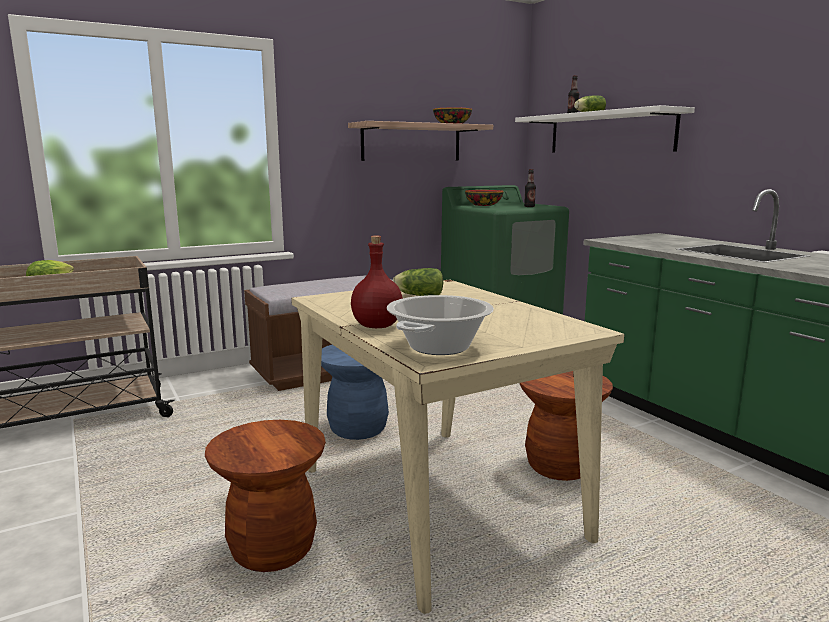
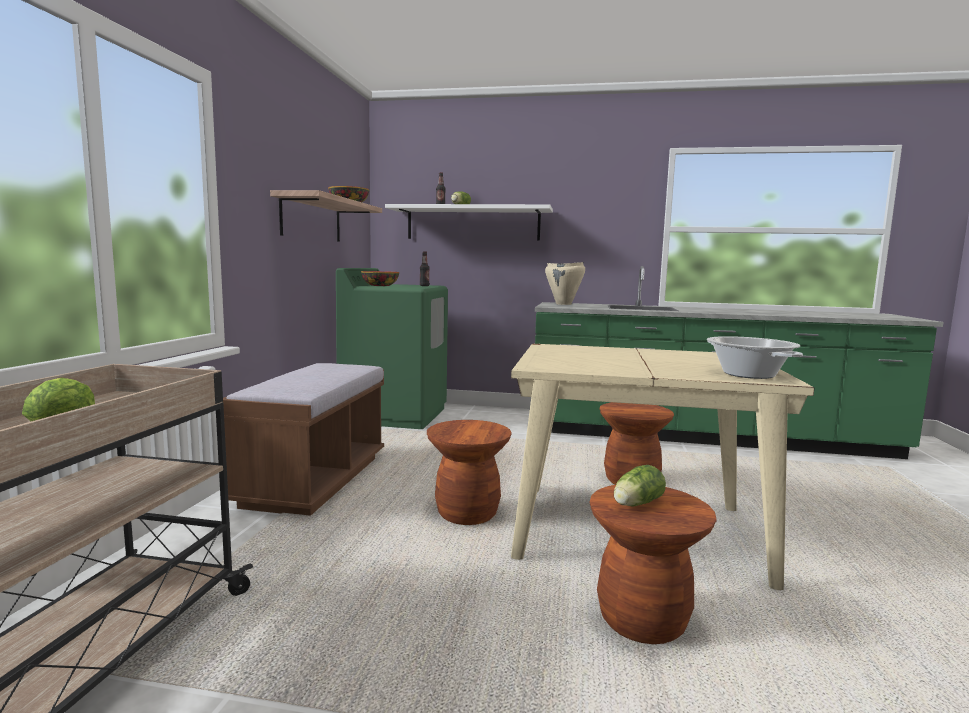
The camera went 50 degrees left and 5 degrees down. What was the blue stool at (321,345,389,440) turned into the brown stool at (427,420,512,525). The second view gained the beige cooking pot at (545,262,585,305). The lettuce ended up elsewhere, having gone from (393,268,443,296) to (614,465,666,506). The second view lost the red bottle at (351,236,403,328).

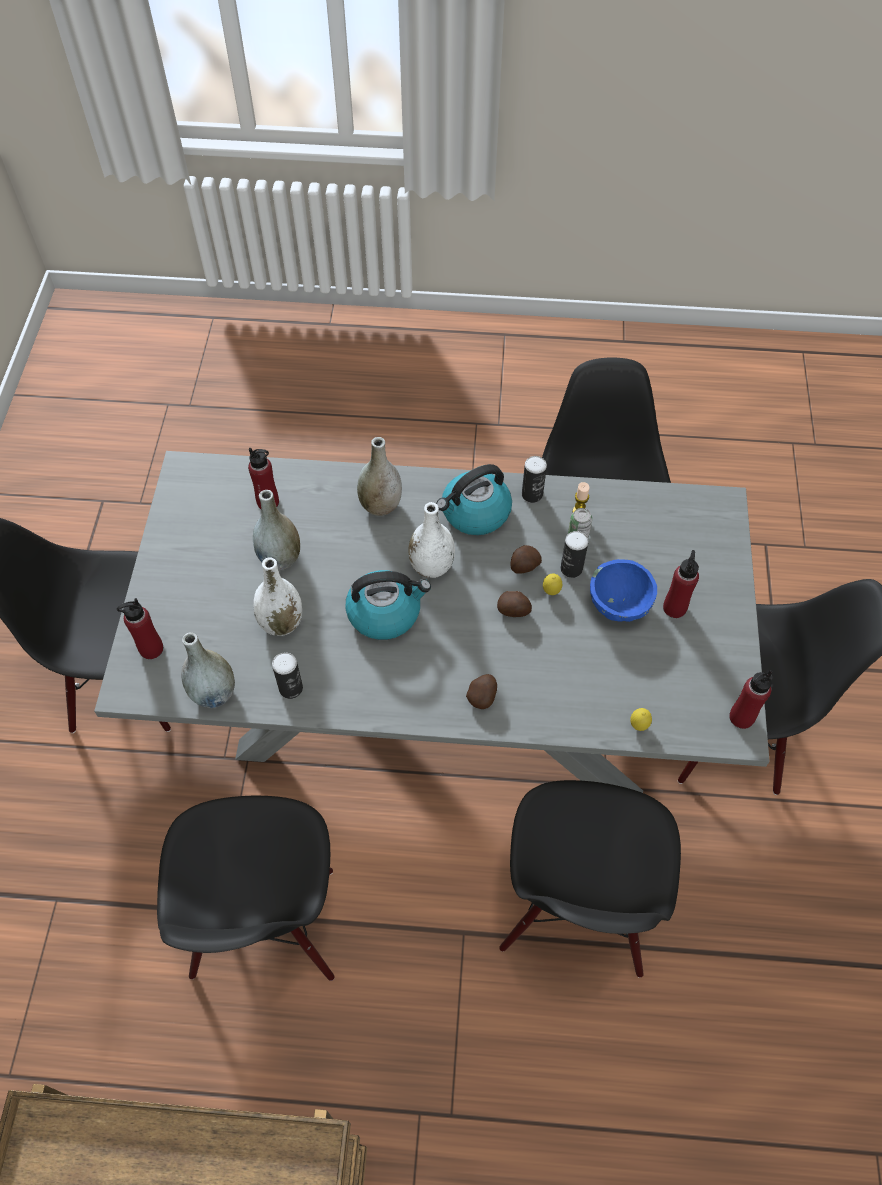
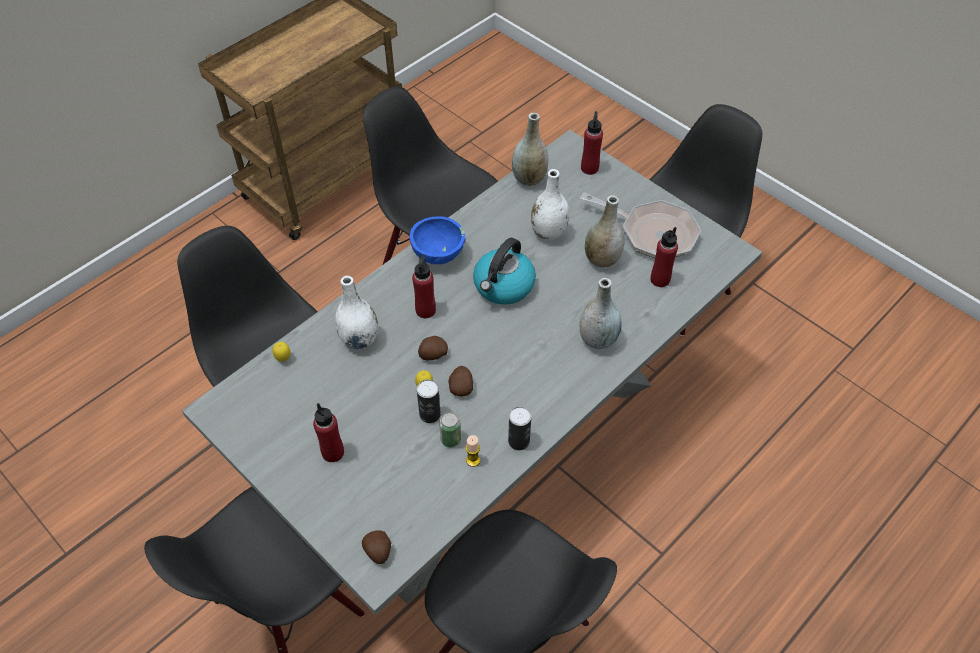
The camera went 130 degrees right and 5 degrees down. The white vase ended up elsewhere, having gone from (408,502,455,578) to (335,276,378,350). The potato ended up elsewhere, having gone from (466,674,497,709) to (362,531,391,564). The blue bowl ended up elsewhere, having gone from (590,559,657,622) to (410,216,465,264). The red bottle ended up elsewhere, having gone from (729,670,773,729) to (412,254,436,318). The second view gained the frying pan at (580,192,701,258). The second view lost the can at (272,652,303,699). The second view lost the kettle at (436,464,512,535).

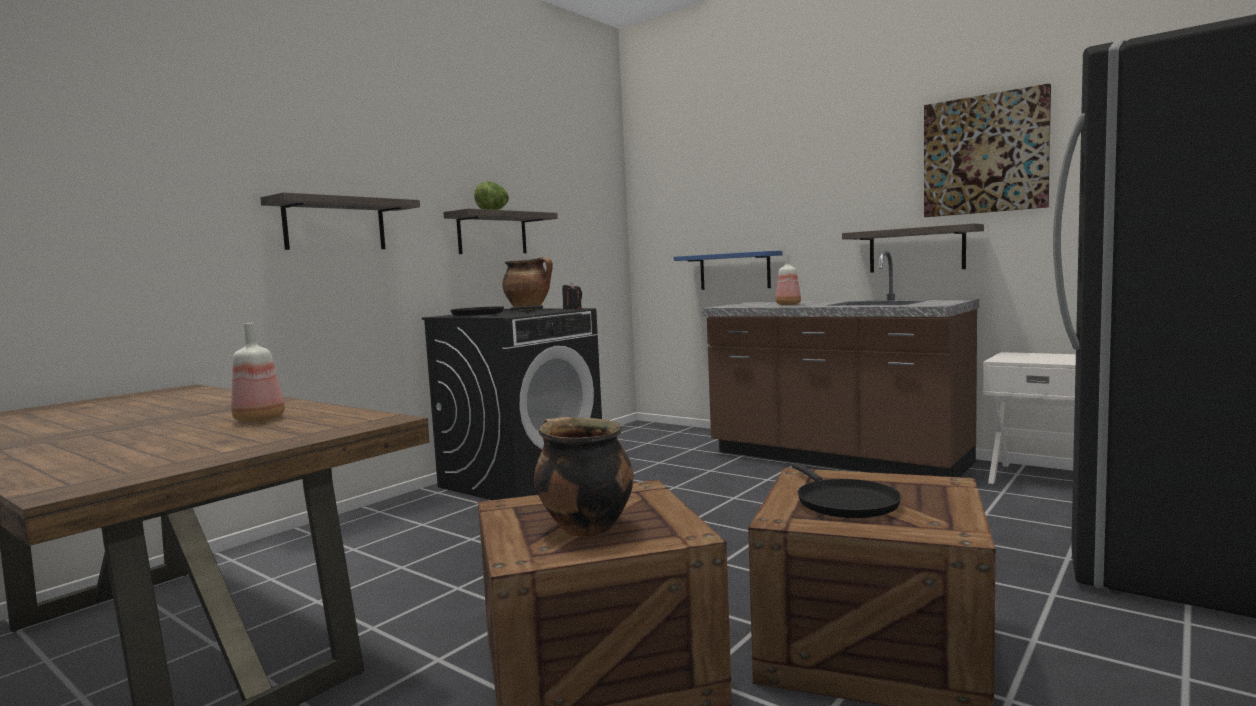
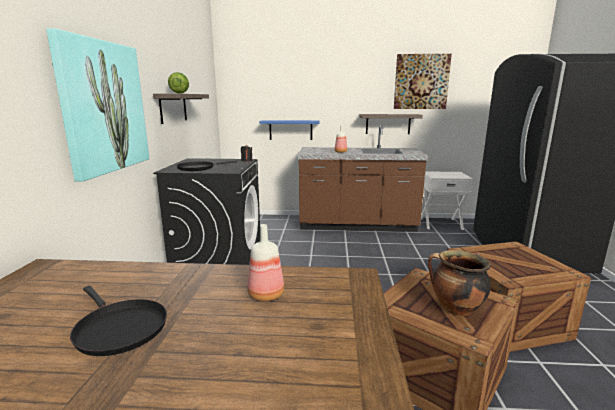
The camera went 35 degrees left and 10 degrees up. Where the shelf hung at (260,192,420,250), the picture came to hang at (46,28,149,182). The black frying pan ended up elsewhere, having gone from (792,463,901,518) to (70,286,167,356). The second view lost the cooking pot at (502,257,553,310).

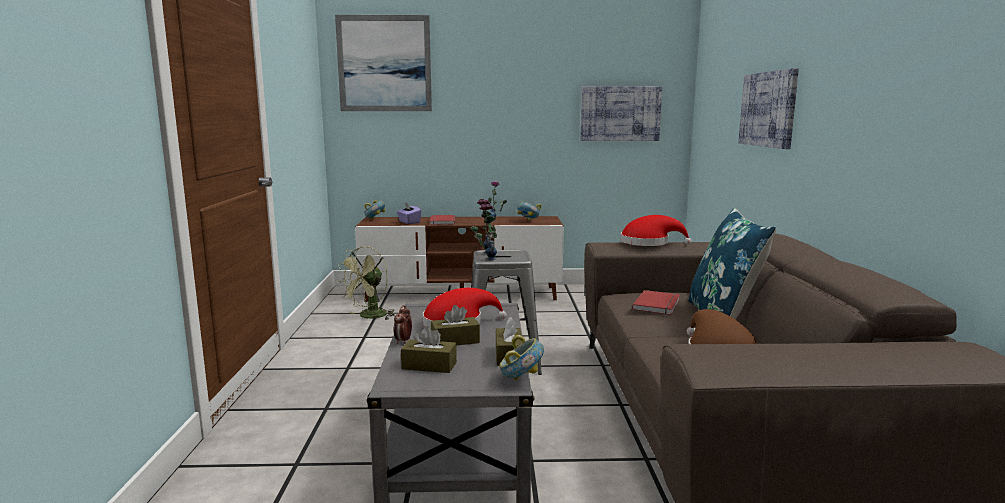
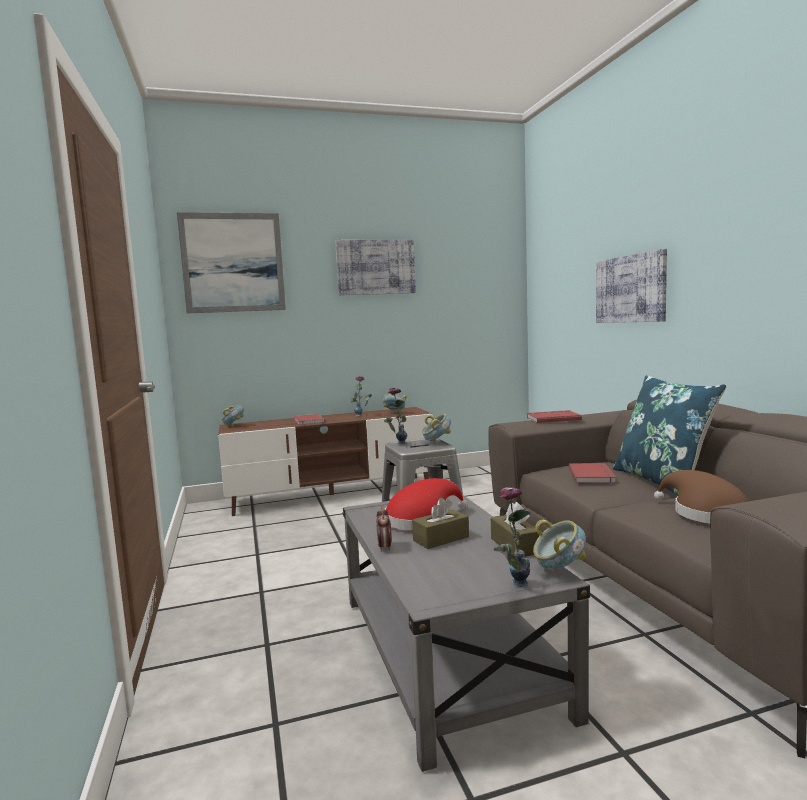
The camera went 15 degrees left and 5 degrees down. The picture ended up elsewhere, having gone from (580,86,662,141) to (335,240,416,295). The second view gained the bowl at (422,414,451,443). The vase ended up elsewhere, having gone from (474,204,497,260) to (494,487,531,587). Where the red hat stood at (620,215,692,246), the red book came to stand at (526,410,582,423). The second view lost the green fan at (337,246,395,320). The second view lost the purple tissue box at (397,202,422,224). The second view lost the brown tissue box at (401,326,457,373).

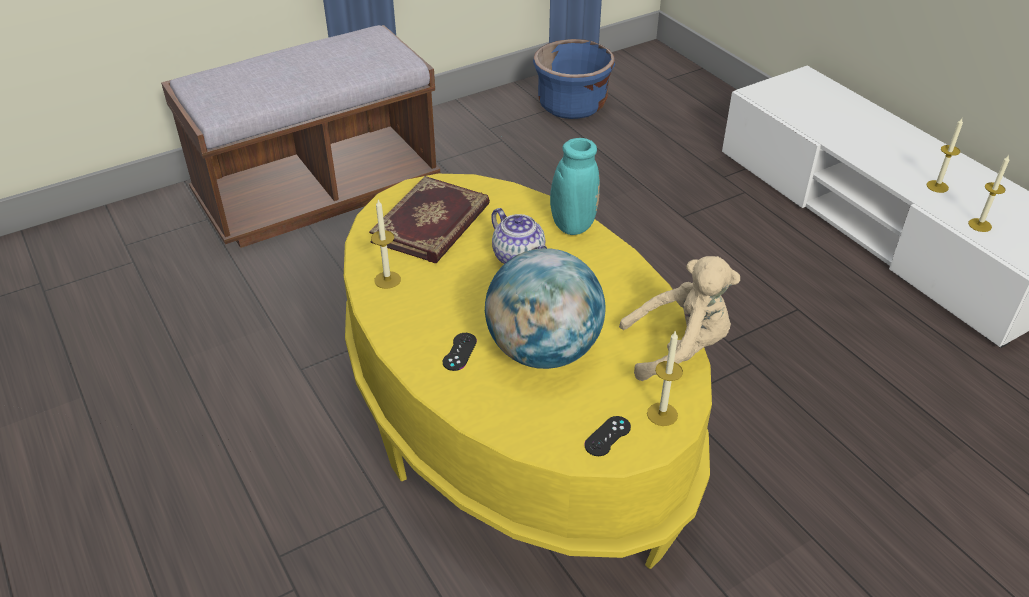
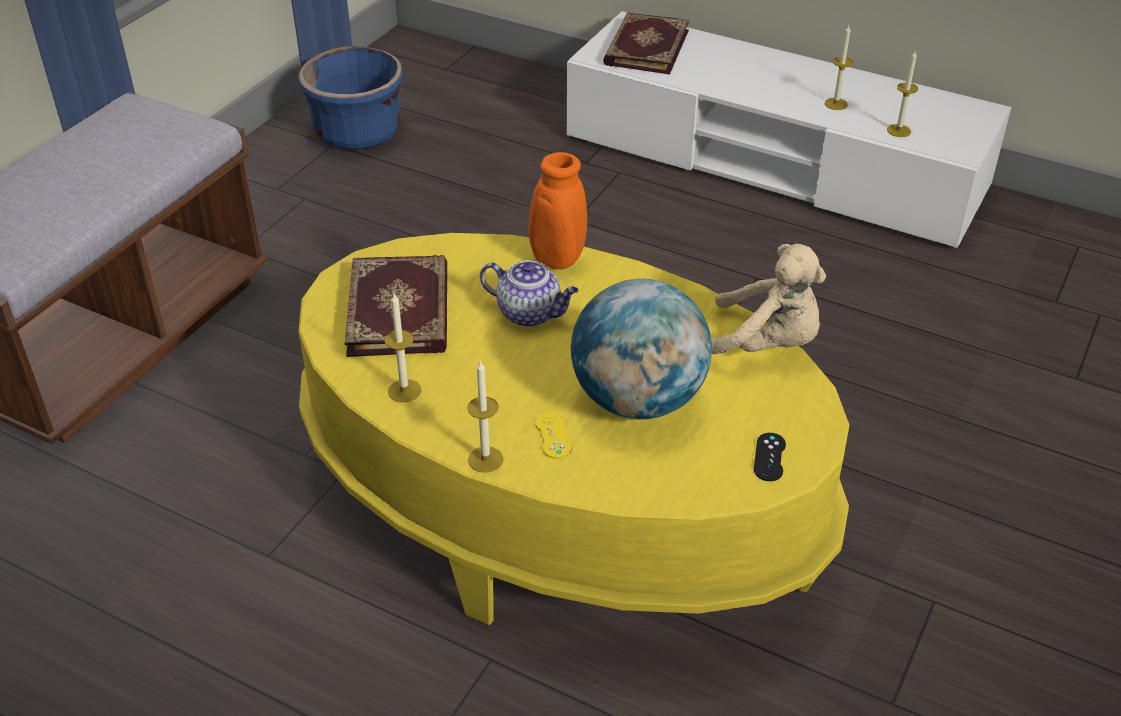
The camera went 30 degrees left and 0 degrees up. The candle ended up elsewhere, having gone from (647,330,683,426) to (467,360,504,473). What was the turquoise vase at (501,136,600,235) turned into the orange vase at (471,152,587,269). What was the black game controller at (443,333,477,371) turned into the yellow game controller at (535,412,572,459). The second view gained the book at (603,12,689,74). The beige plush toy at (619,256,740,381) ended up facing another way, 60 degrees clockwise from before.

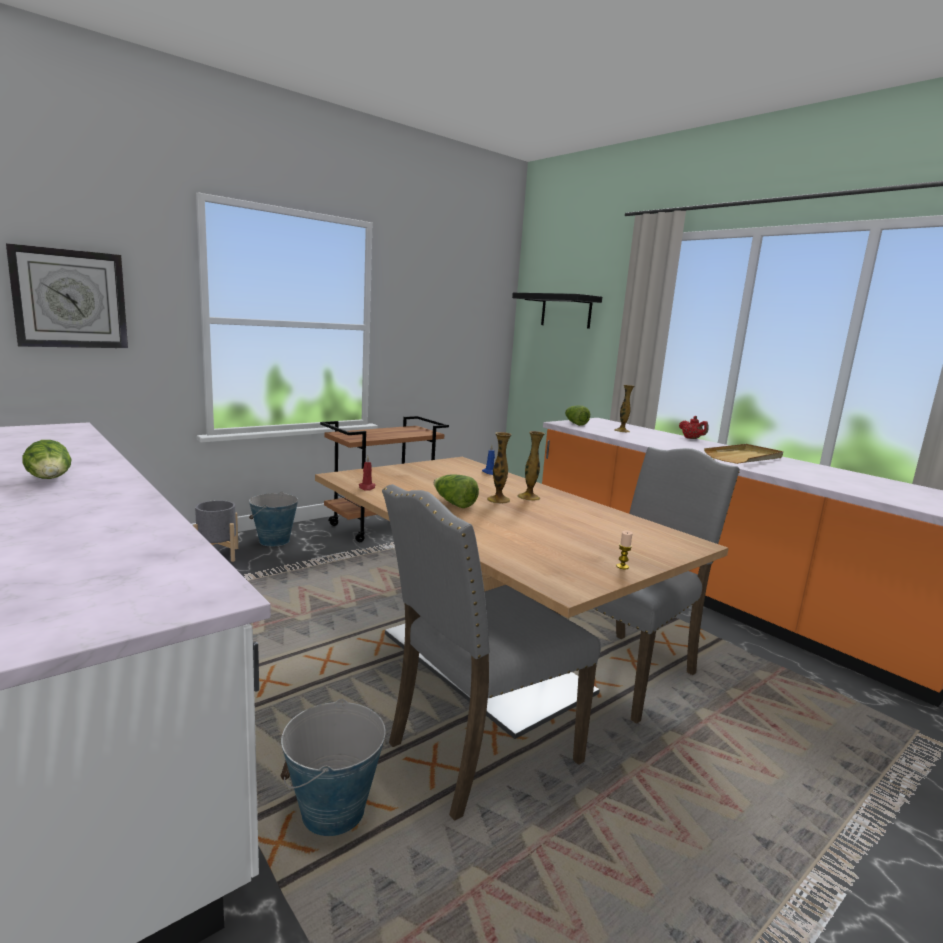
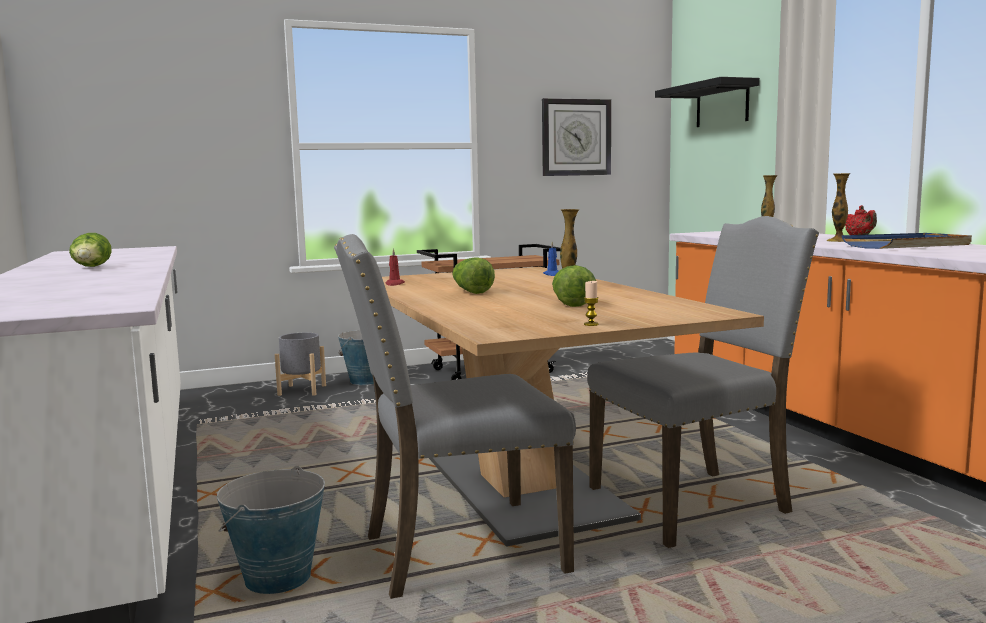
The camera went 20 degrees right and 5 degrees down. The wall clock ended up elsewhere, having gone from (6,243,128,348) to (542,98,611,176). The lettuce ended up elsewhere, having gone from (565,405,590,426) to (552,265,596,307). The vase ended up elsewhere, having gone from (487,432,512,504) to (827,173,851,242). What was the beige tray at (704,444,783,464) turned into the blue tray at (841,233,972,249).

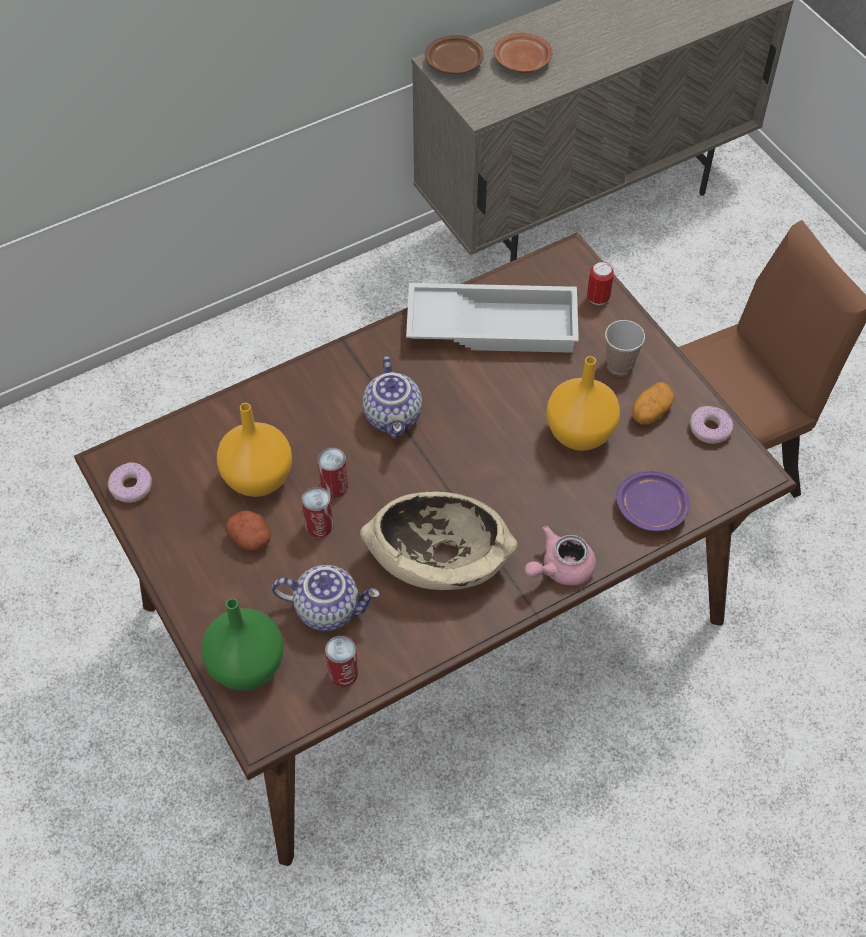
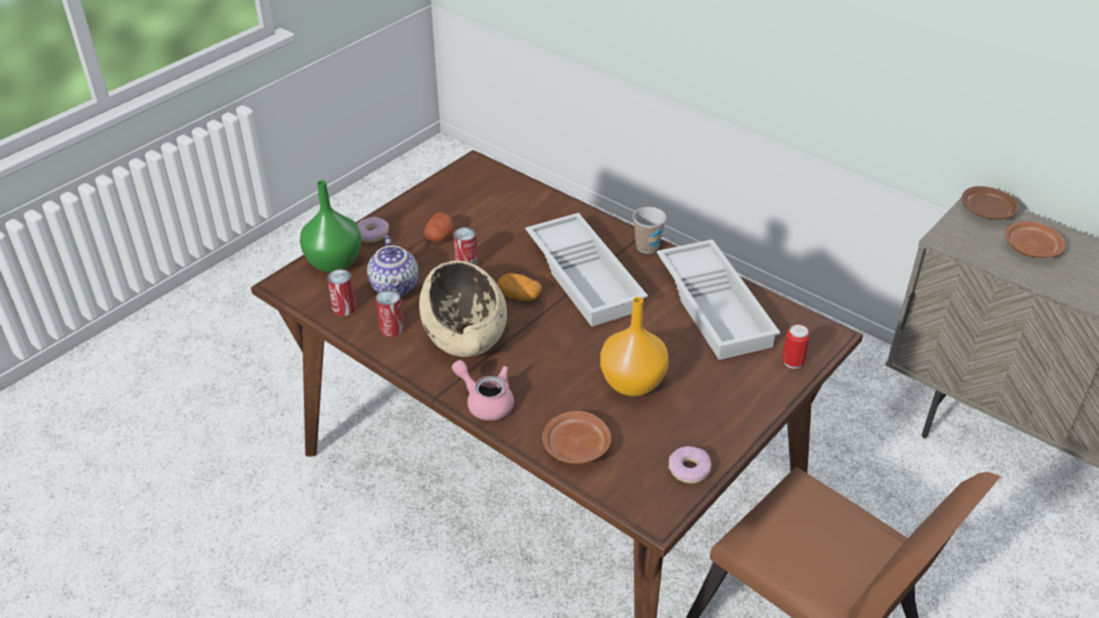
The camera went 70 degrees right and 15 degrees down. The donut ended up elsewhere, having gone from (108,462,152,503) to (357,217,389,243). The can ended up elsewhere, having gone from (317,448,348,498) to (376,290,404,337). The potato ended up elsewhere, having gone from (632,382,675,425) to (497,273,542,301). Where the teapot stood at (363,356,422,439), the white tray came to stand at (525,213,648,327). What was the purple plate at (616,471,690,532) turned into the brown plate at (542,411,611,464). The cup ended up elsewhere, having gone from (605,320,645,374) to (633,207,666,254). The second view lost the orange vase at (217,403,292,497).

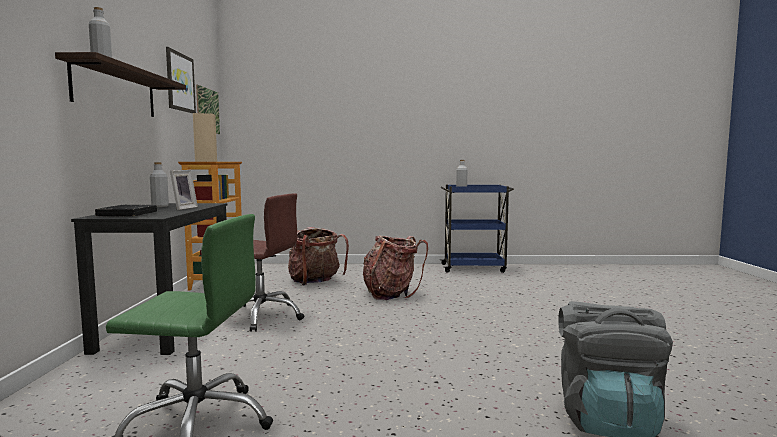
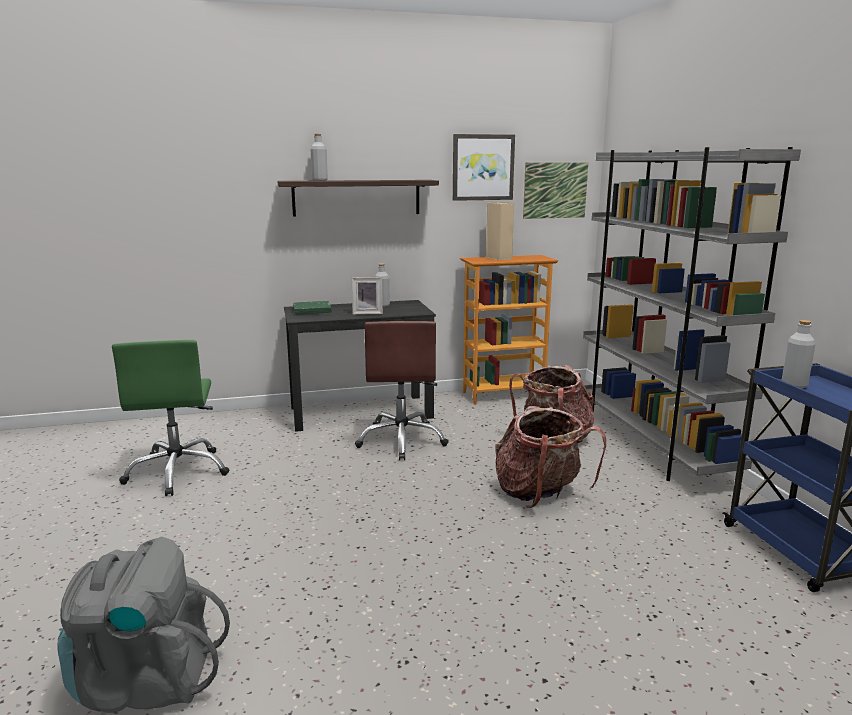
The camera went 75 degrees right and 10 degrees up. What was the black book at (95,205,157,217) turned into the green book at (293,301,332,315). The second view gained the grey bookcase at (581,147,801,481).

